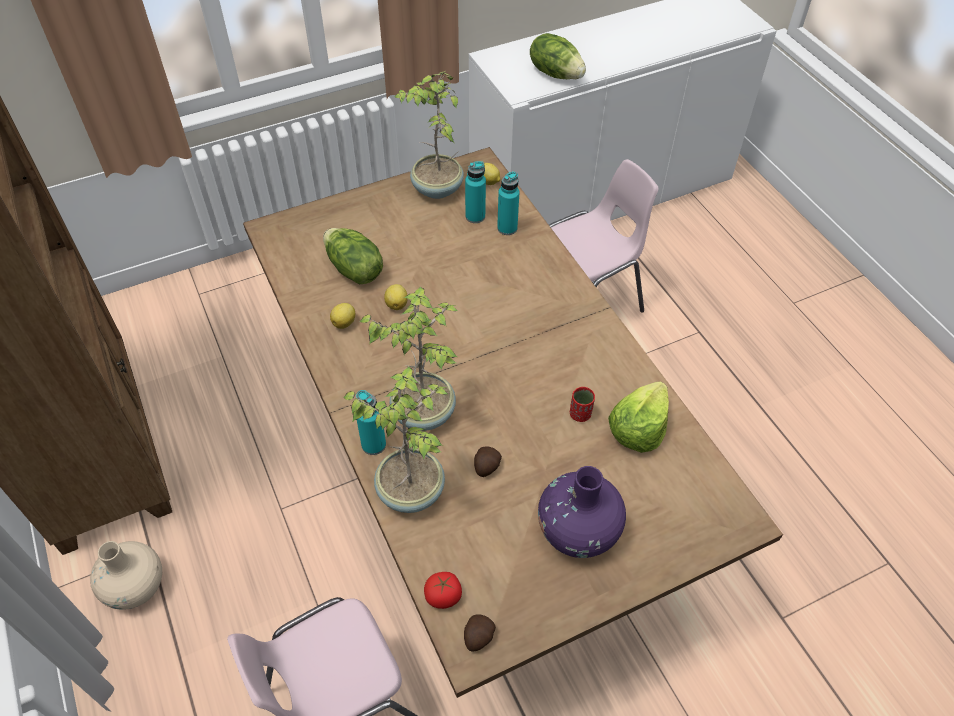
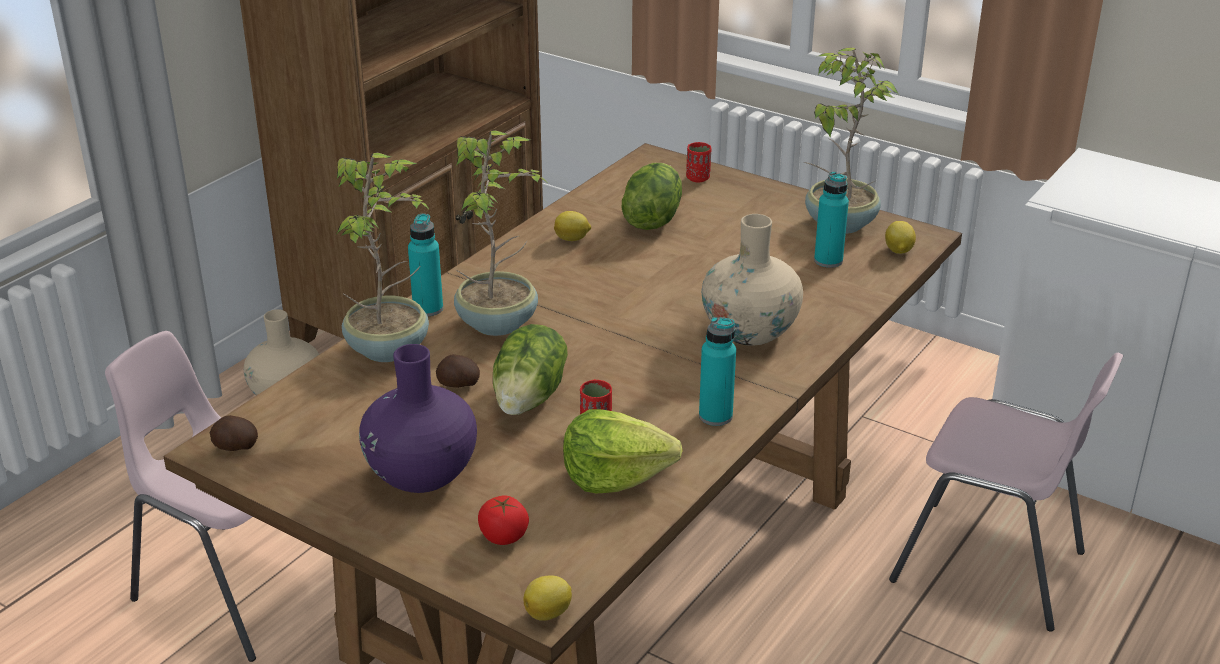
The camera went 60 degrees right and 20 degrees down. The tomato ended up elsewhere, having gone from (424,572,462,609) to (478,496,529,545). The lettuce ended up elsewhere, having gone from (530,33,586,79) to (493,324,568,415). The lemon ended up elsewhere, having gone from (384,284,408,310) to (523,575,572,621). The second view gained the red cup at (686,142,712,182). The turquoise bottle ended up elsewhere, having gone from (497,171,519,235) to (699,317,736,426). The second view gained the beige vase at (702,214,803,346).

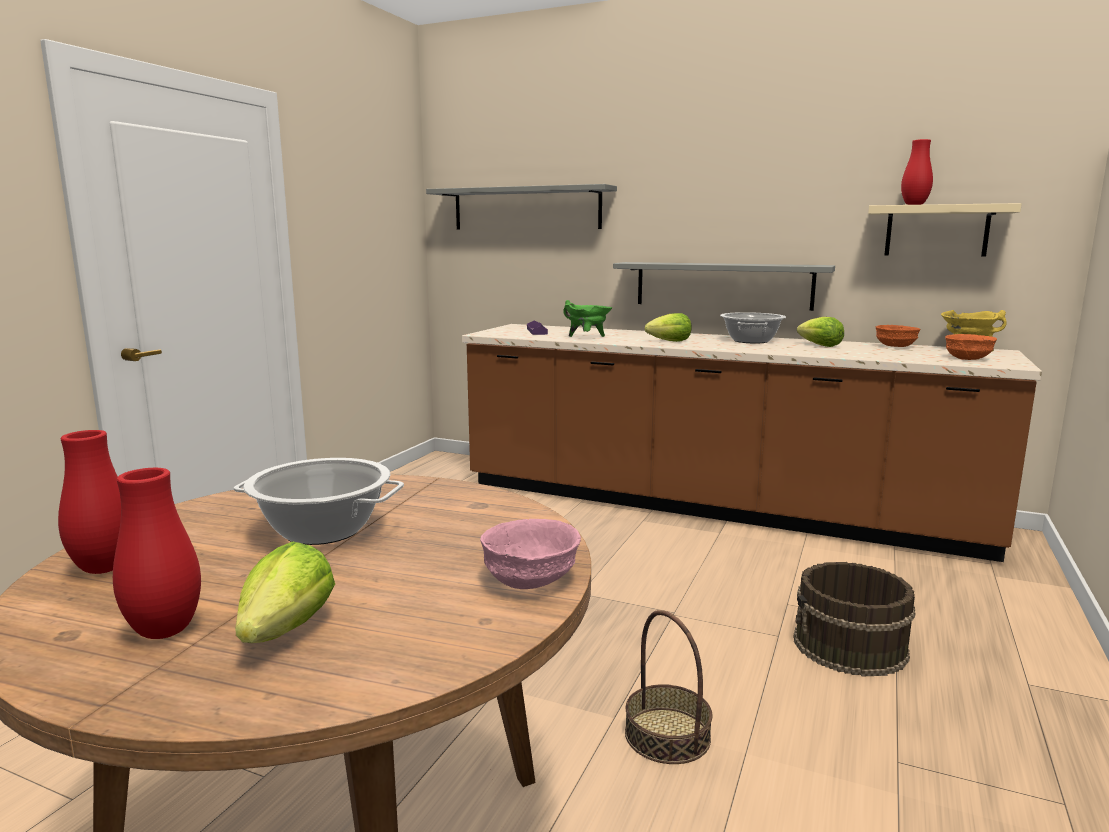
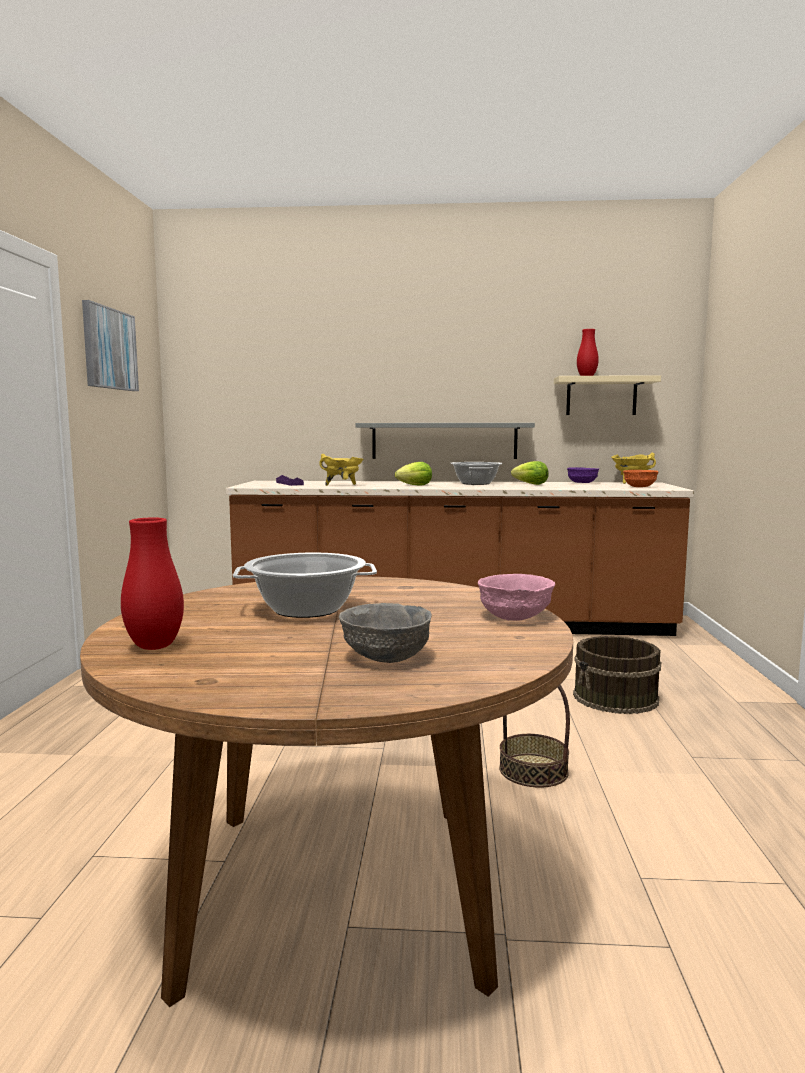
The camera went 20 degrees left and 5 degrees down. The second view gained the picture at (82,300,139,391). What was the green cooking pot at (563,300,612,337) turned into the yellow cooking pot at (319,454,364,486). Where the lettuce stood at (235,542,335,643), the grey bowl came to stand at (339,603,432,663). What was the orange bowl at (876,325,920,347) turned into the purple bowl at (567,467,599,483). The second view lost the red vase at (113,468,201,639). The second view lost the grey shelf at (426,184,617,230).

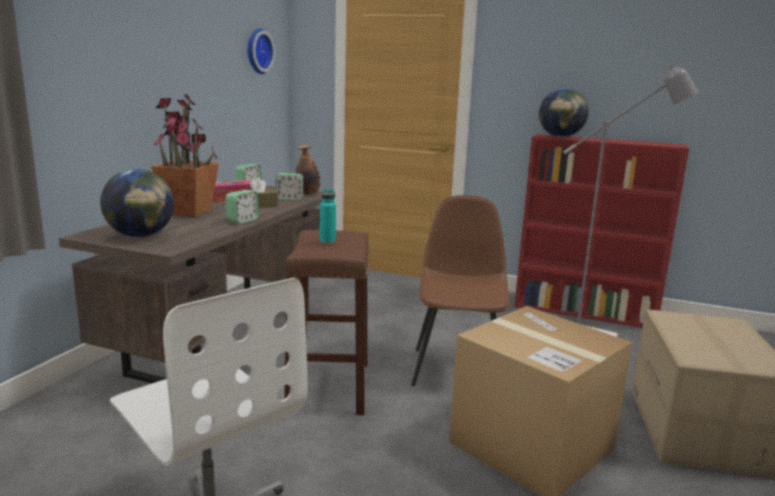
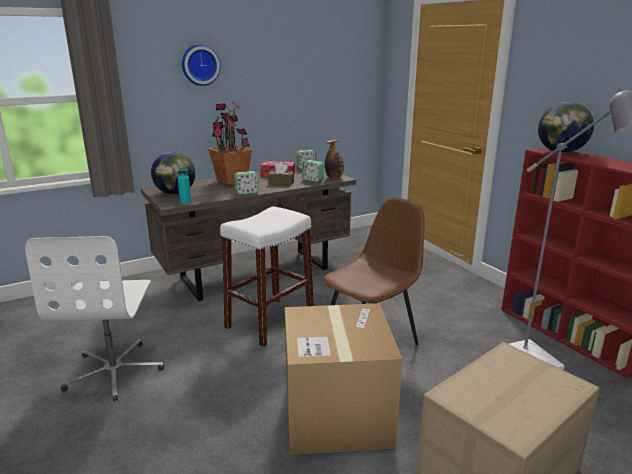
The camera went 40 degrees right and 5 degrees up. The turquoise bottle ended up elsewhere, having gone from (320,189,336,244) to (178,166,191,205). The wall clock ended up elsewhere, having gone from (247,28,275,74) to (182,44,220,86). What was the brown stool at (284,230,369,415) turned into the white stool at (220,206,314,347).

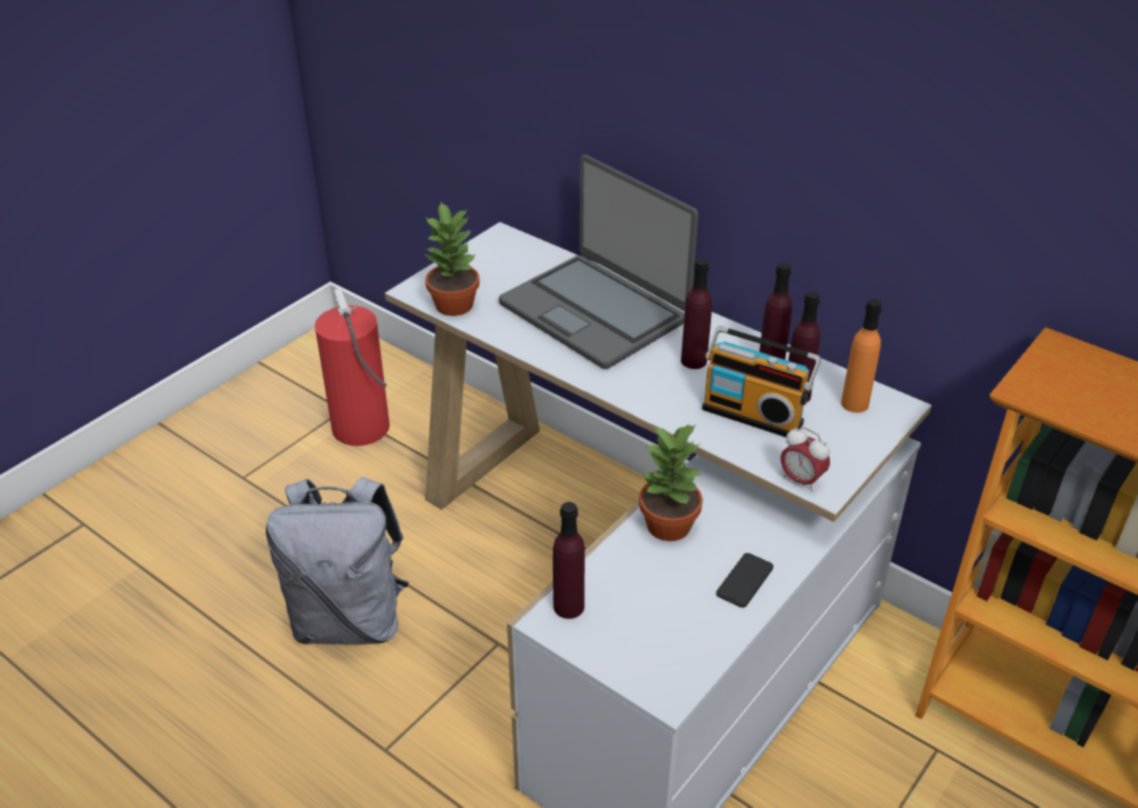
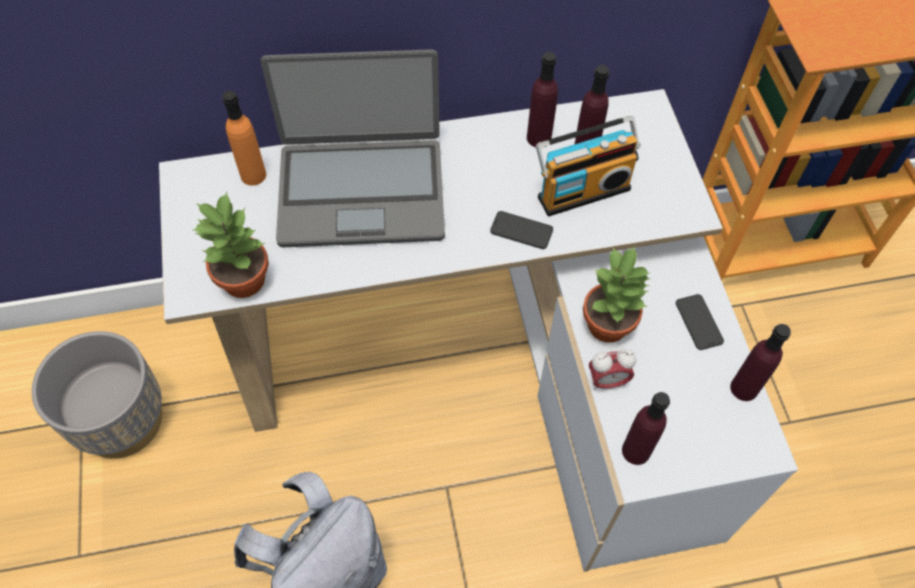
The camera went 50 degrees left and 20 degrees up. Where the fire extinguisher stood at (315,288,390,446), the grey planter came to stand at (32,331,162,459). The orange bottle ended up elsewhere, having gone from (841,299,882,413) to (222,91,266,186). The second view gained the phone at (490,211,553,249). The alarm clock ended up elsewhere, having gone from (781,427,830,492) to (589,349,636,390). The purple bottle ended up elsewhere, having gone from (681,258,712,369) to (730,324,791,401).

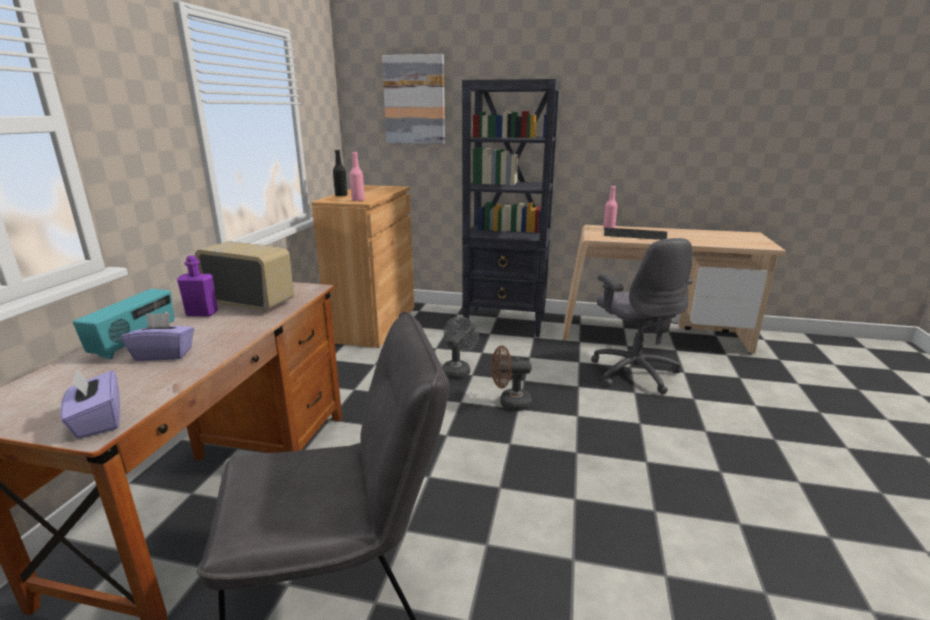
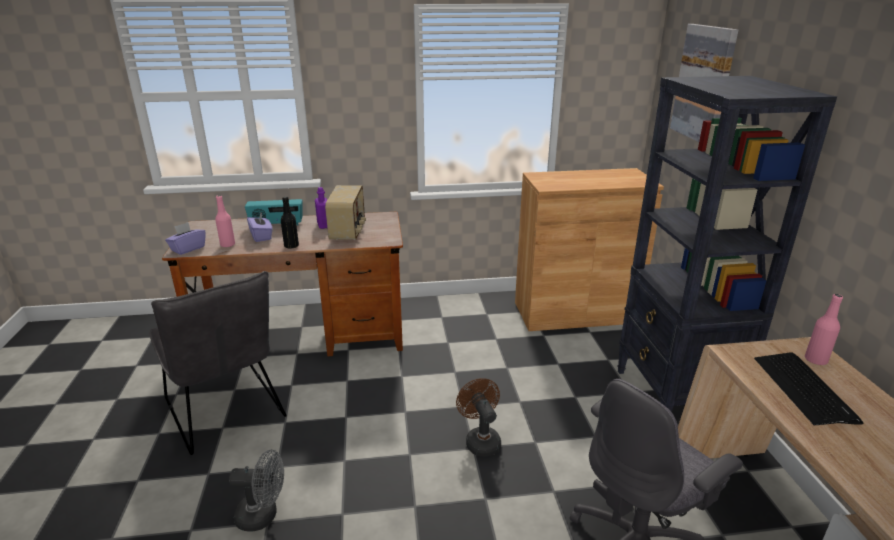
The camera went 70 degrees right and 5 degrees up. The pink bottle ended up elsewhere, having gone from (350,152,365,201) to (215,195,235,247). The grey fan ended up elsewhere, having gone from (442,316,479,379) to (229,450,284,532). The black bottle ended up elsewhere, having gone from (333,150,348,197) to (281,196,299,249).

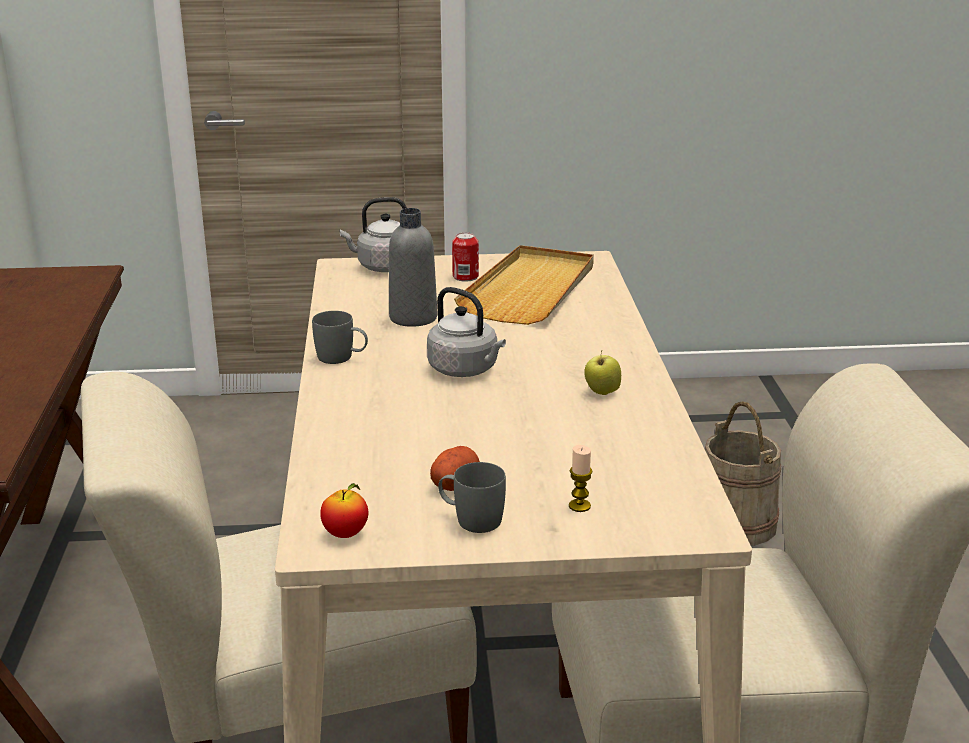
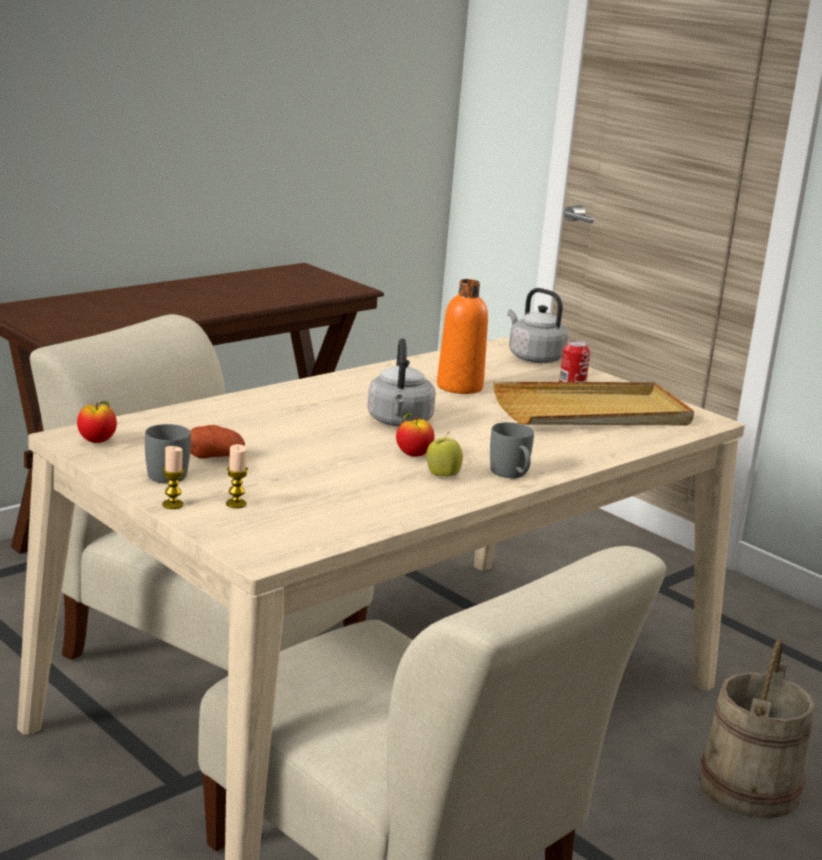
The camera went 50 degrees right and 5 degrees down. The second view gained the candle at (162,446,184,509). The second view gained the apple at (396,412,434,457). What was the grey bottle at (389,208,437,327) turned into the orange bottle at (437,279,488,394). The grey mug ended up elsewhere, having gone from (312,311,368,364) to (490,422,534,478).

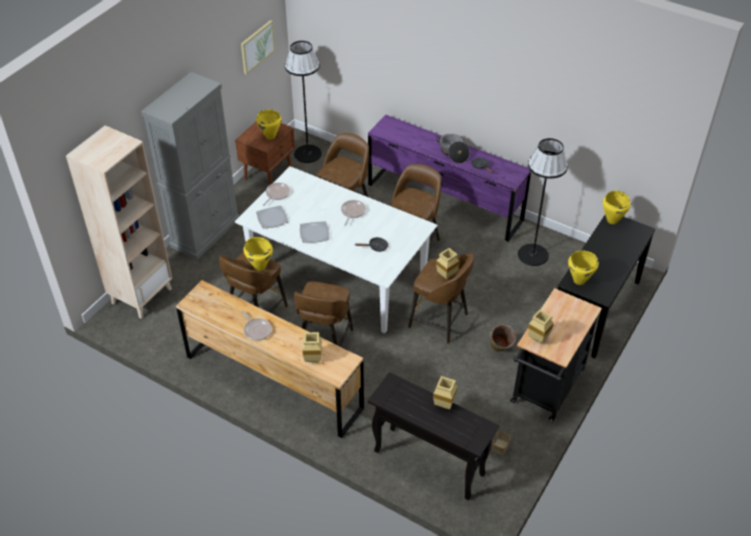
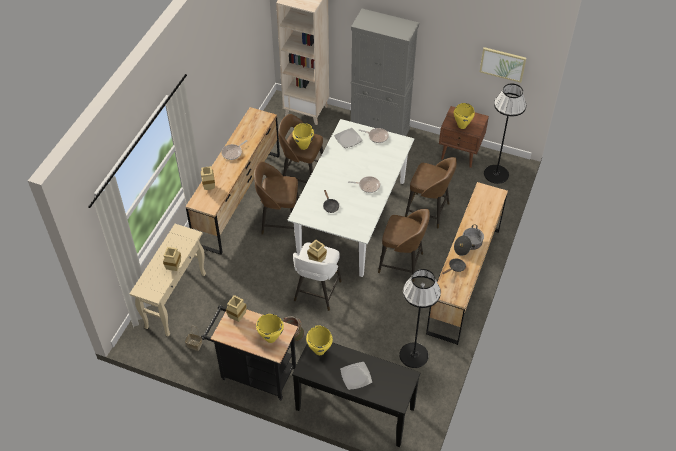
The camera went 80 degrees right and 5 degrees up. What was the black console table at (368,372,499,500) turned into the beige console table at (130,224,206,337). The yellow cooking pot ended up elsewhere, having gone from (603,191,630,224) to (256,314,284,343). What was the brown stool at (408,253,474,344) turned into the white stool at (293,243,342,311). The plate ended up elsewhere, having gone from (300,221,329,243) to (340,362,372,390). What was the purple dresser at (368,115,531,242) turned into the brown dresser at (426,182,508,345).

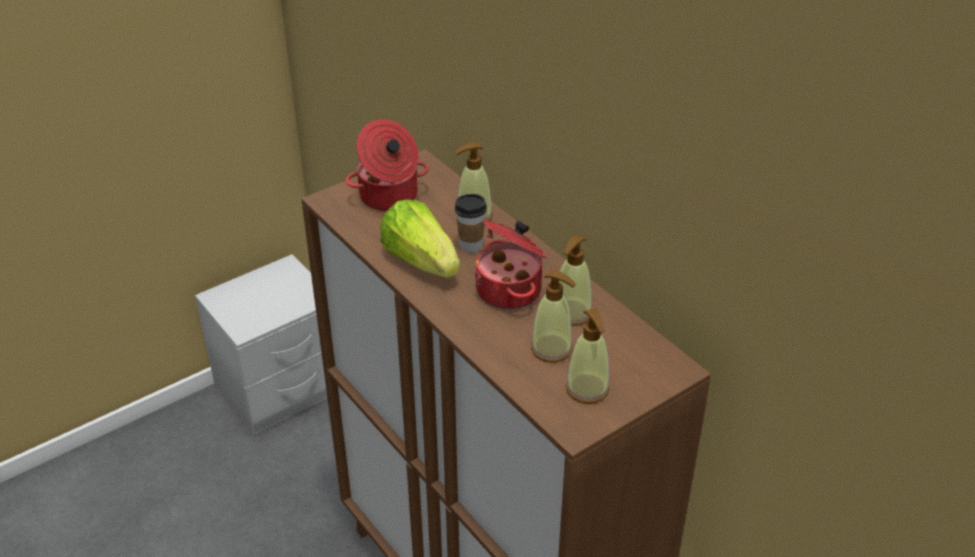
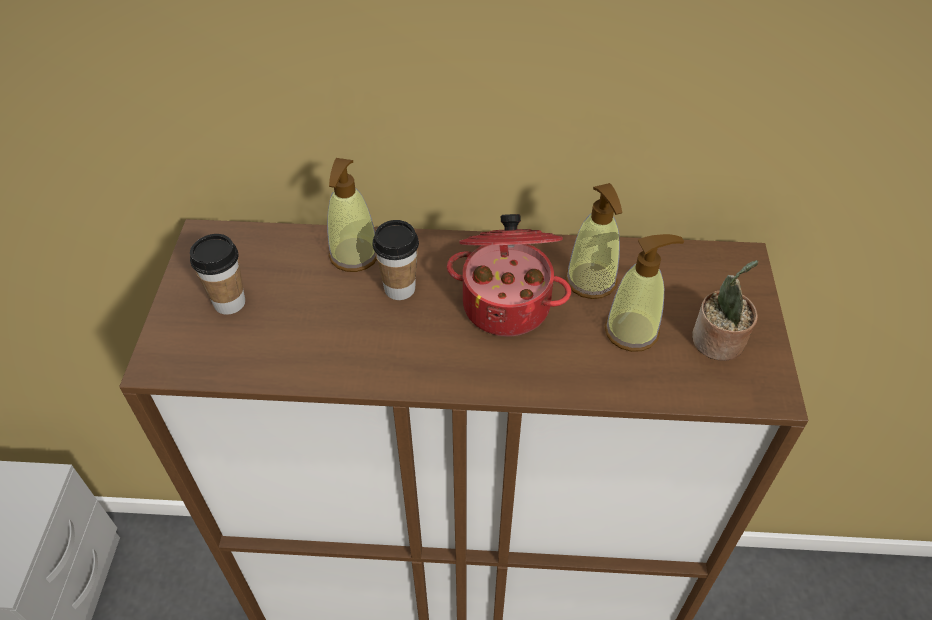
The camera went 50 degrees left and 10 degrees up. Where the cooking pot stood at (346,119,429,211), the cup came to stand at (190,234,245,315). Where the soap dispenser stood at (566,308,610,404), the potted plant came to stand at (692,260,758,361). The second view lost the lettuce at (380,199,460,278).

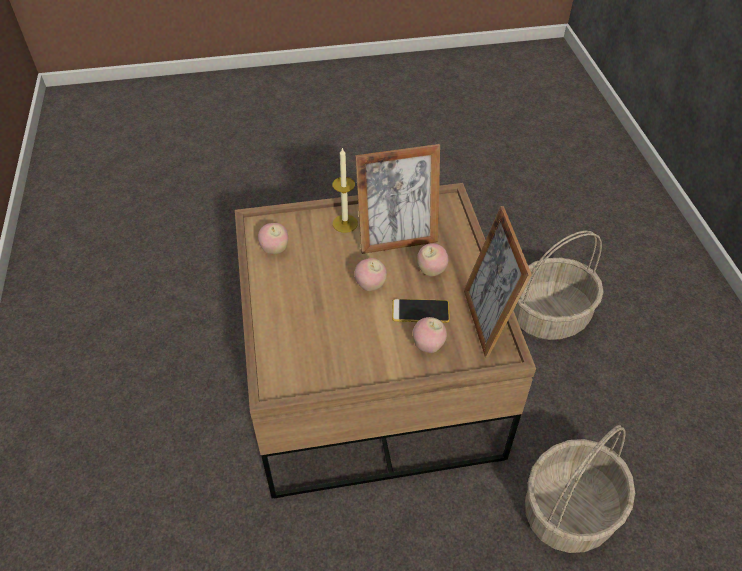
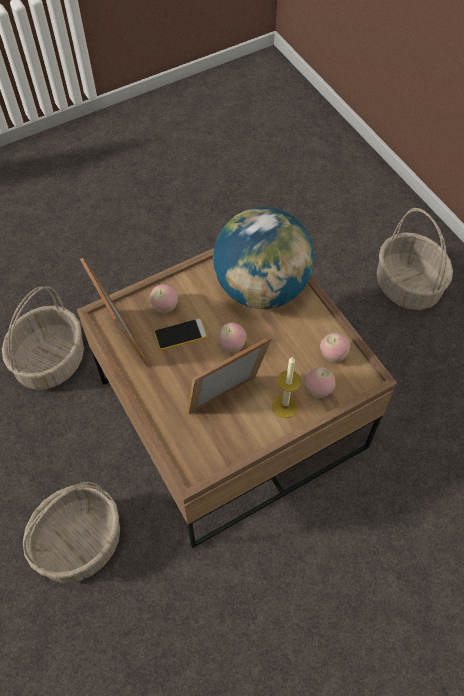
The camera went 160 degrees right and 10 degrees up. The second view gained the globe at (213,207,314,309). The apple ended up elsewhere, having gone from (417,243,448,276) to (305,367,336,398). The second view gained the basket at (377,208,453,310).

